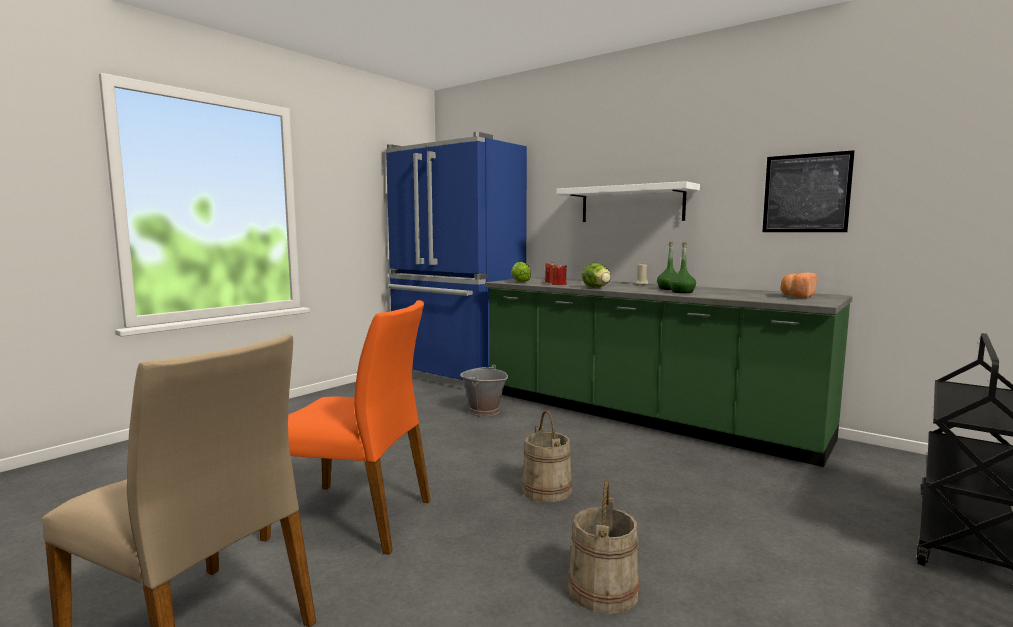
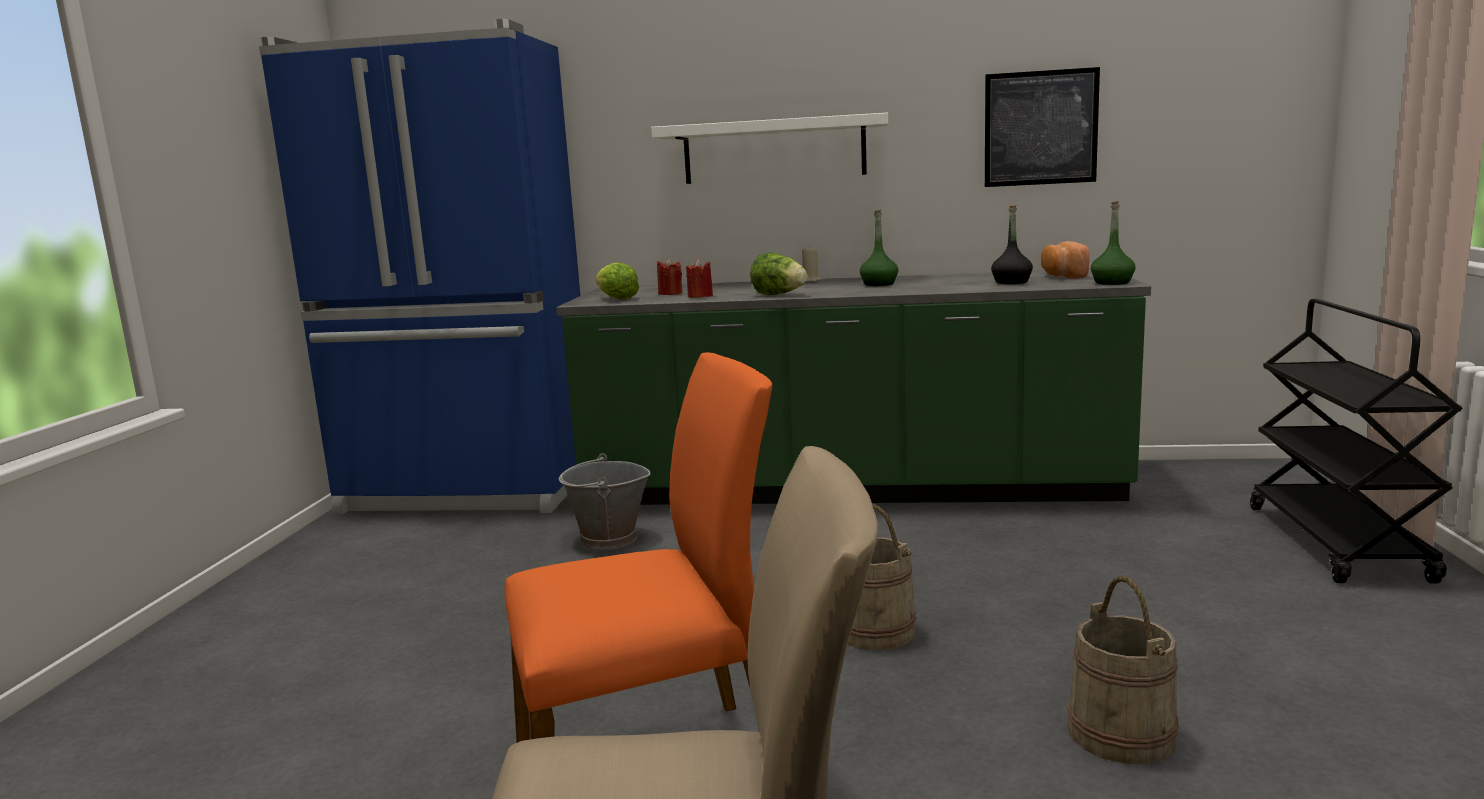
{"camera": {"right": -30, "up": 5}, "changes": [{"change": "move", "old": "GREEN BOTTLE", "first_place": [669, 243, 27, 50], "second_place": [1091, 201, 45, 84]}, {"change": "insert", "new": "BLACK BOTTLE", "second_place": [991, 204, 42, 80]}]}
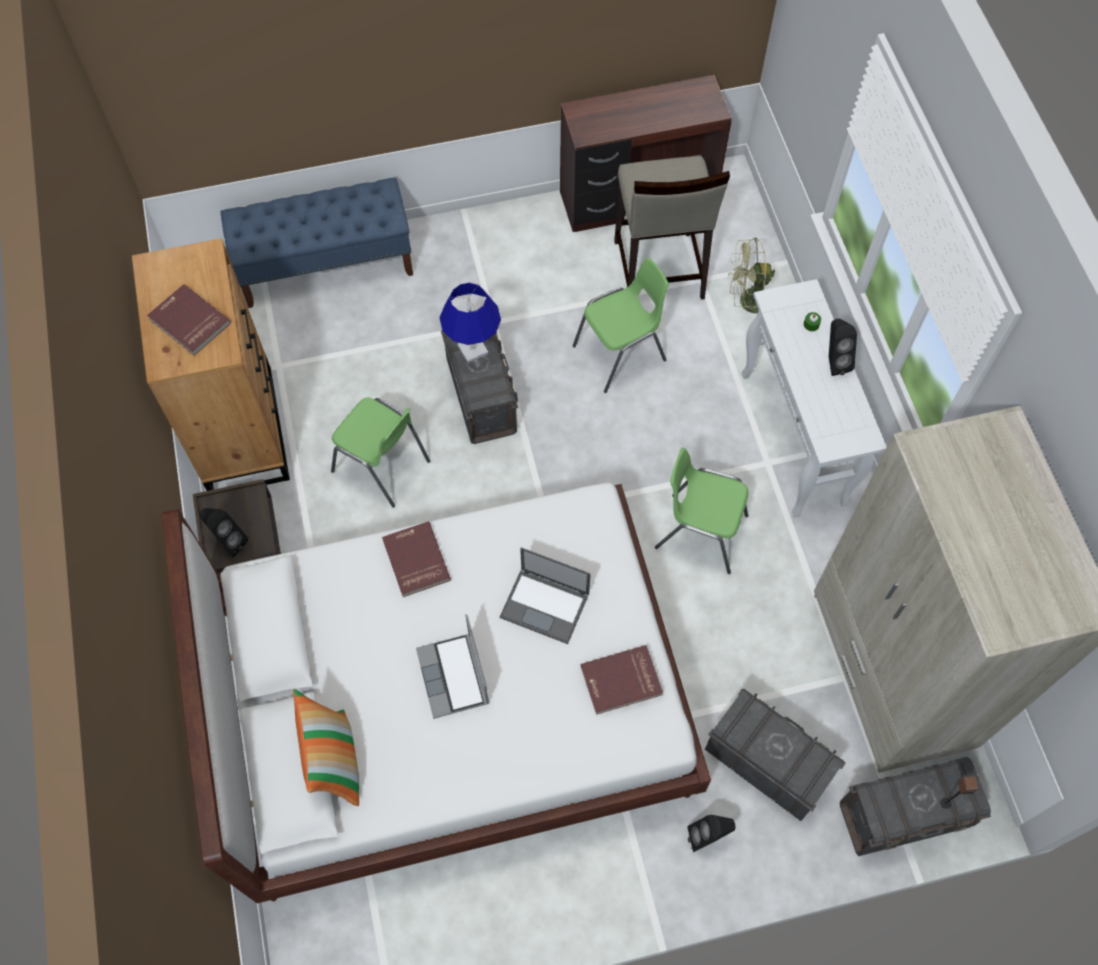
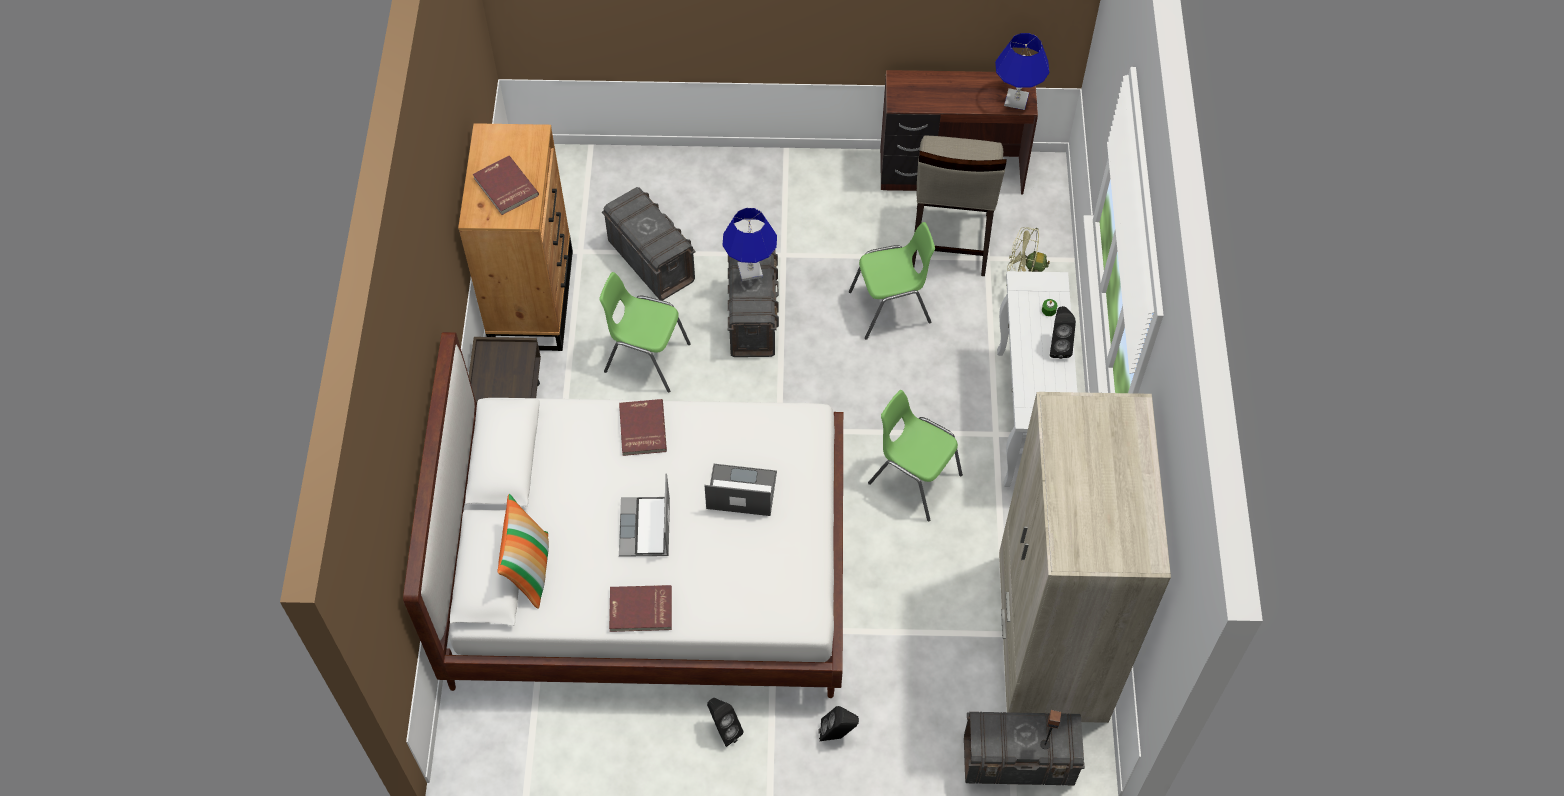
{"camera": {"right": 15, "up": -5}, "changes": [{"change": "delete", "old": "BLUE BENCH", "first_place": [221, 177, 192, 131]}, {"change": "rotate", "old": "GREEN CHAIR", "first_place": [331, 397, 99, 111], "second_place": [599, 272, 92, 120], "degrees": 150}, {"change": "move", "old": "BLACK SPEAKER", "first_place": [199, 508, 49, 49], "second_place": [707, 698, 37, 49]}, {"change": "rotate", "old": "LAPTOP", "first_place": [500, 547, 91, 97], "second_place": [704, 464, 73, 52], "degrees": 150}, {"change": "move", "old": "RED BOOK", "first_place": [581, 645, 82, 70], "second_place": [609, 585, 63, 47]}, {"change": "move", "old": "GREY STORAGE BOX", "first_place": [705, 688, 141, 133], "second_place": [602, 187, 94, 113]}, {"change": "insert", "new": "BLUE TABLE LAMP", "second_place": [995, 33, 54, 77]}]}
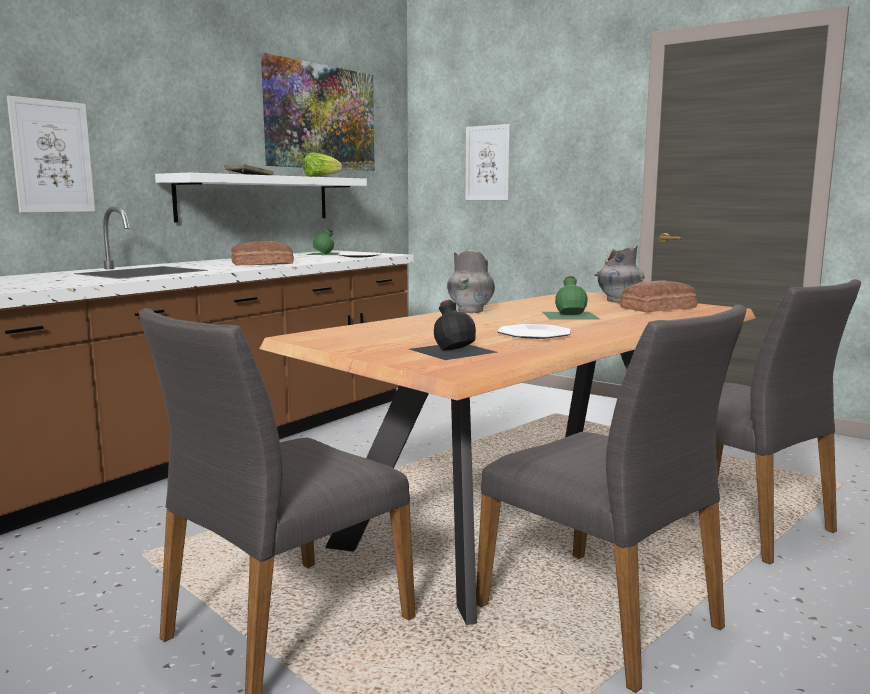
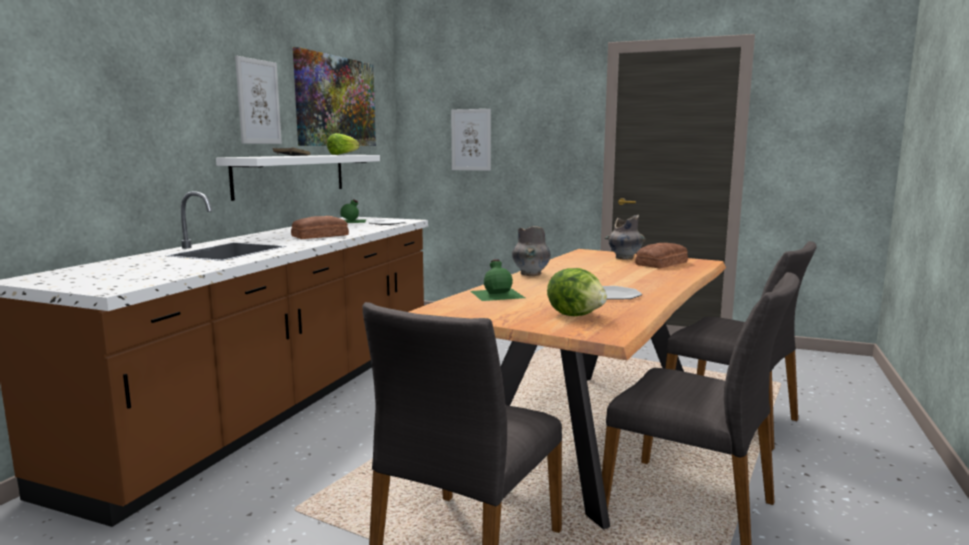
{"camera": {"right": -15, "up": 0}, "changes": [{"change": "move", "old": "PICTURE", "first_place": [7, 96, 88, 117], "second_place": [235, 56, 47, 88]}, {"change": "move", "old": "GREEN BOTTLE", "first_place": [542, 276, 58, 44], "second_place": [471, 259, 54, 42]}, {"change": "replace", "old": "BLACK BOTTLE", "new": "LETTUCE", "first_place": [409, 300, 88, 60], "second_place": [547, 268, 60, 48]}]}
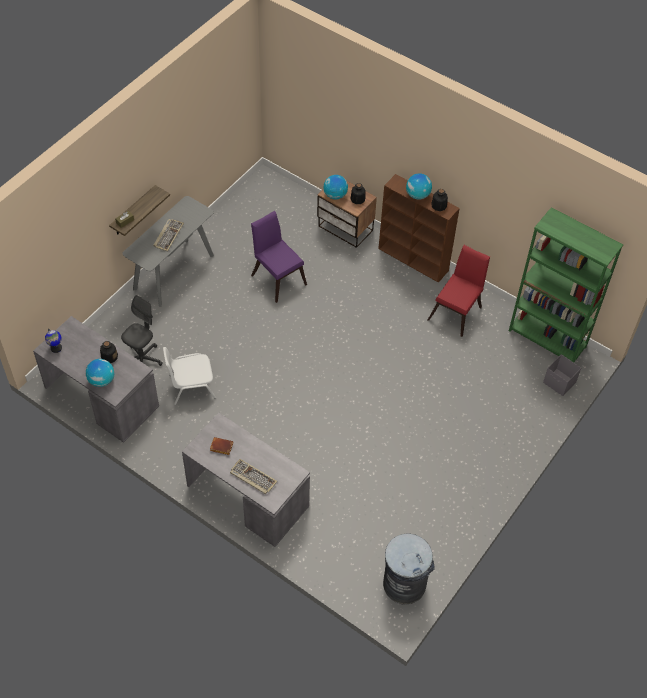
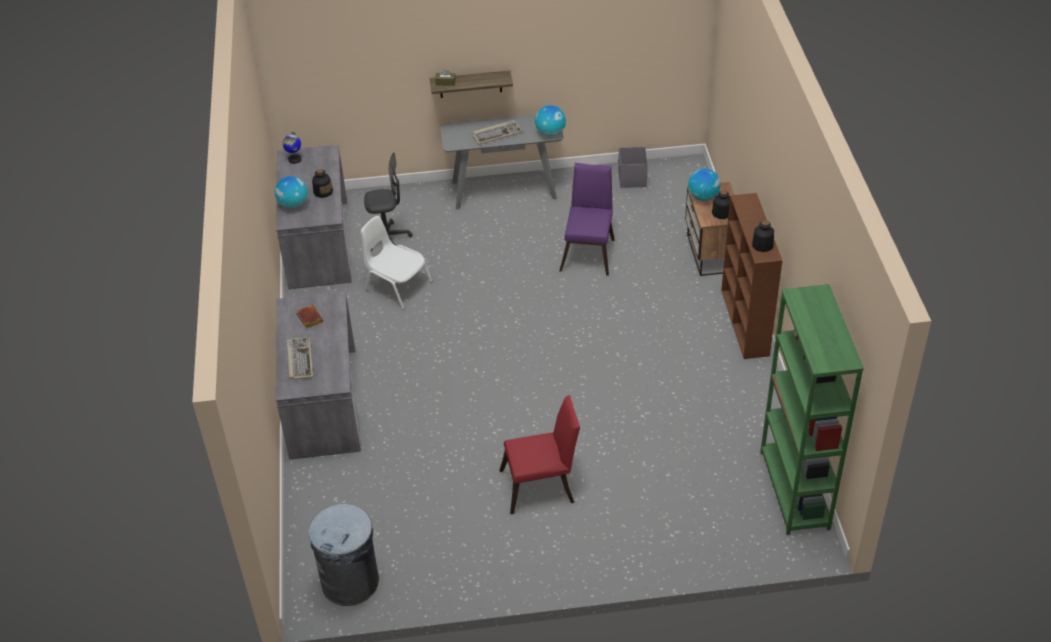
{"camera": {"right": 50, "up": -10}, "changes": [{"change": "move", "old": "GLOBE", "first_place": [406, 173, 26, 26], "second_place": [535, 105, 31, 32]}, {"change": "move", "old": "RED CHAIR", "first_place": [428, 245, 62, 92], "second_place": [499, 395, 81, 119]}, {"change": "move", "old": "GREY STORAGE BOX", "first_place": [543, 354, 38, 42], "second_place": [618, 147, 30, 41]}]}
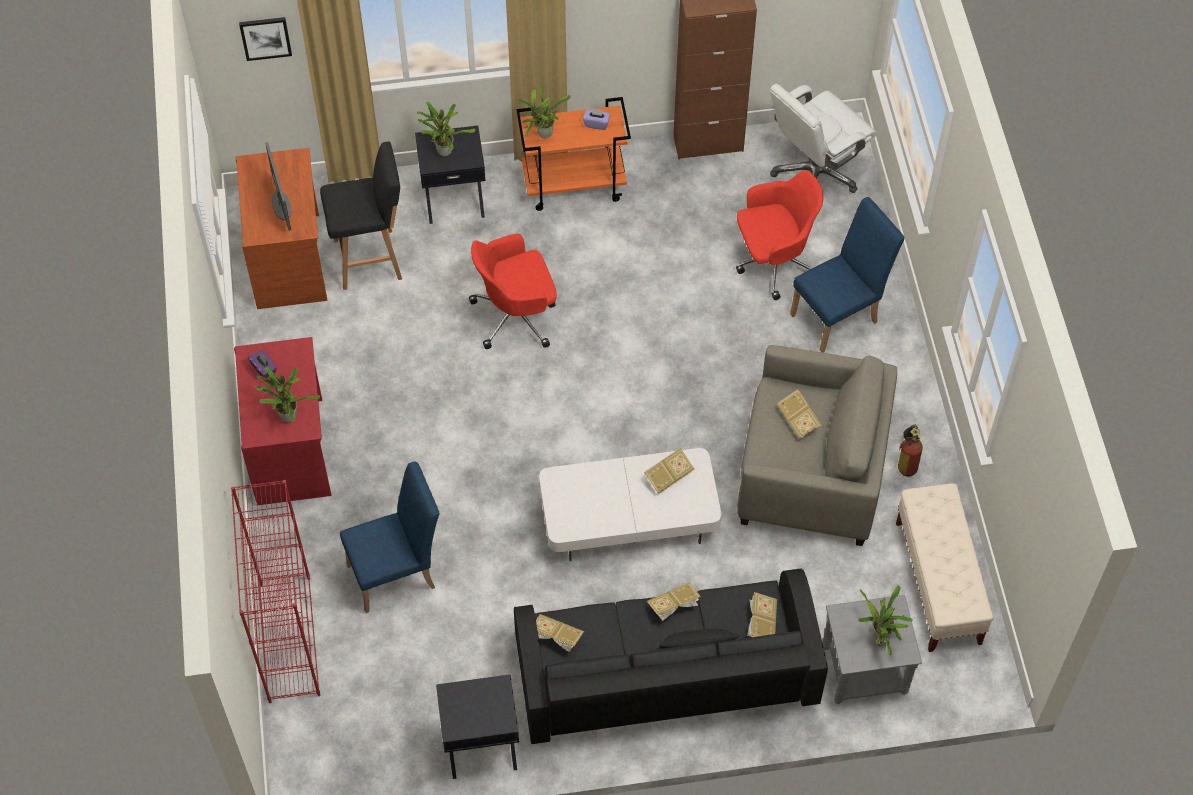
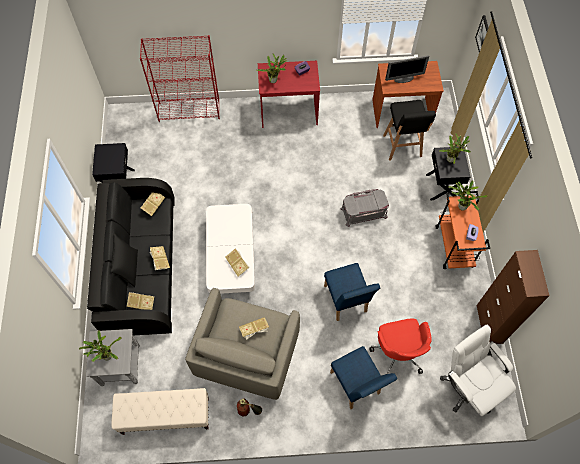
{"camera": {"right": 95, "up": 5}, "changes": [{"change": "replace", "old": "RED OFFICE CHAIR", "new": "GREY STORAGE BOX", "first_place": [469, 234, 88, 115], "second_place": [341, 189, 48, 38]}, {"change": "move", "old": "BLUE CHAIR", "first_place": [340, 462, 99, 151], "second_place": [324, 263, 56, 58]}]}
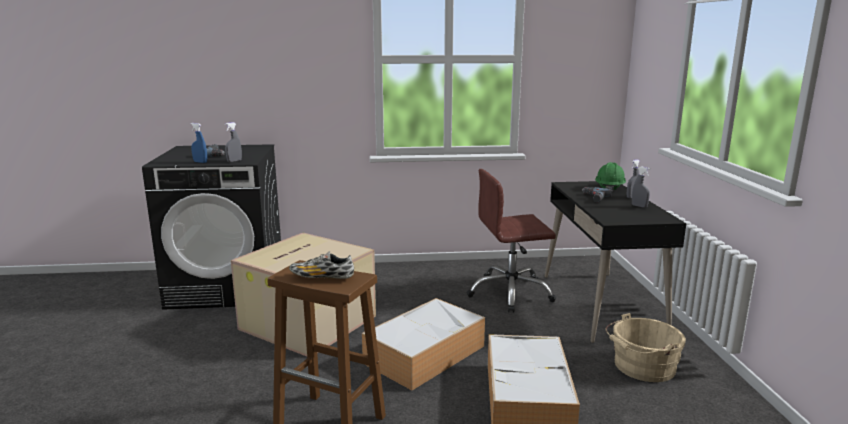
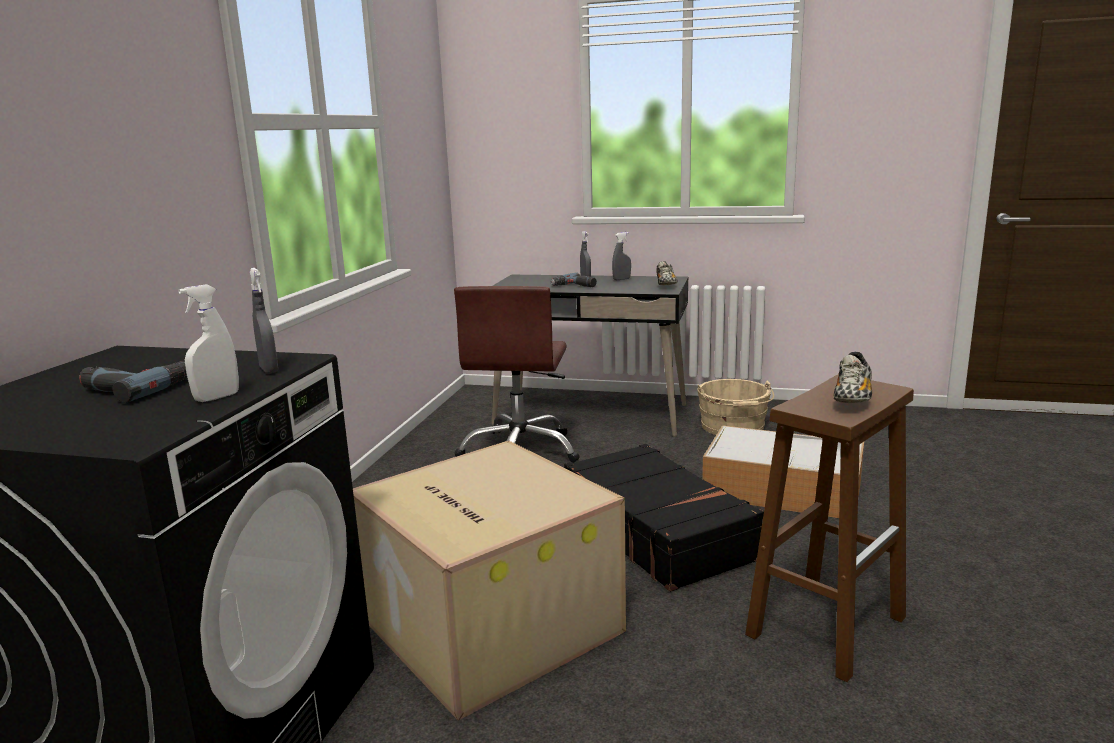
{"camera": {"right": -70, "up": 0}, "changes": [{"change": "recolor", "old": "BLUE SPRAY BOTTLE", "new": "WHITE SPRAY BOTTLE", "first_place": [190, 123, 17, 40], "second_place": [178, 284, 61, 118]}, {"change": "delete", "old": "GREEN HARD HAT", "first_place": [595, 162, 31, 29]}, {"change": "replace", "old": "STORAGE BOX", "new": "BLACK SUITCASE", "first_place": [362, 298, 123, 92], "second_place": [564, 444, 200, 148]}, {"change": "insert", "new": "SHOE", "second_place": [656, 261, 21, 24]}]}
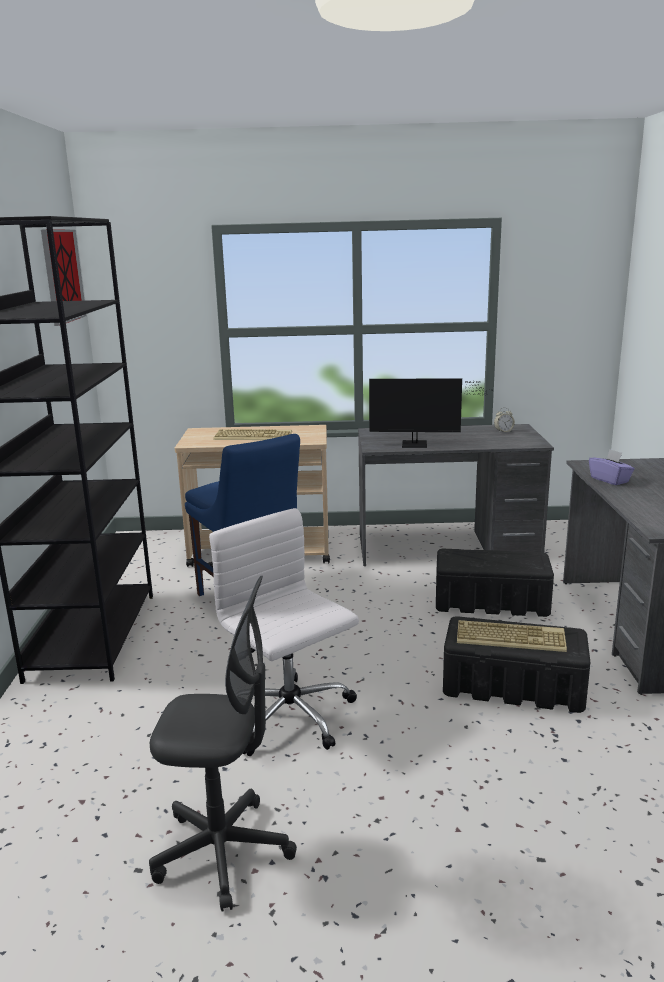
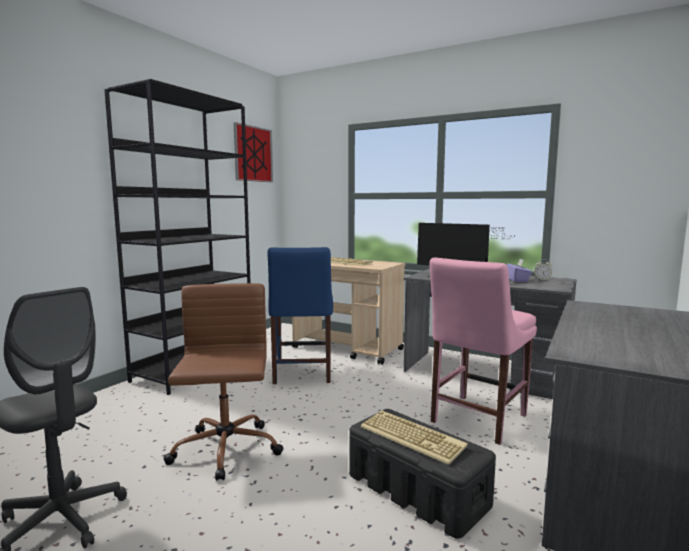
{"camera": {"right": 30, "up": -10}, "changes": [{"change": "move", "old": "PURPLE TISSUE BOX", "first_place": [589, 449, 46, 36], "second_place": [506, 259, 26, 23]}, {"change": "recolor", "old": "WHITE OFFICE CHAIR", "new": "BROWN OFFICE CHAIR", "first_place": [209, 508, 150, 248], "second_place": [163, 283, 120, 198]}, {"change": "replace", "old": "BLACK STORAGE BOX", "new": "PINK CHAIR", "first_place": [436, 549, 118, 68], "second_place": [430, 257, 107, 188]}]}
